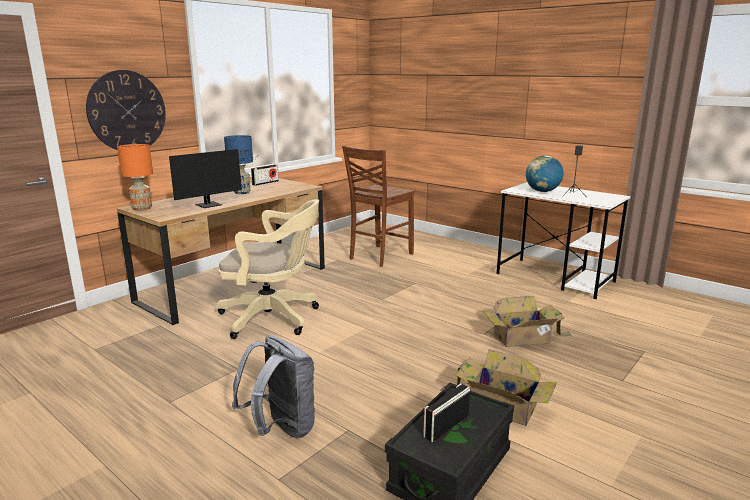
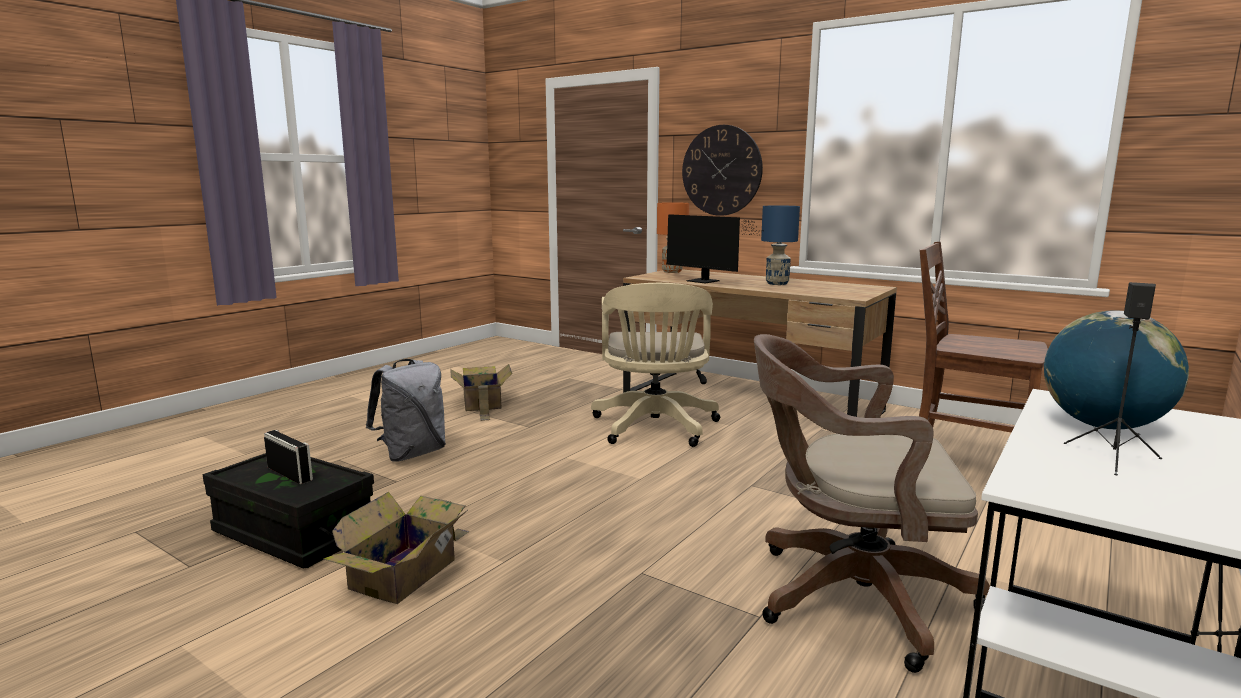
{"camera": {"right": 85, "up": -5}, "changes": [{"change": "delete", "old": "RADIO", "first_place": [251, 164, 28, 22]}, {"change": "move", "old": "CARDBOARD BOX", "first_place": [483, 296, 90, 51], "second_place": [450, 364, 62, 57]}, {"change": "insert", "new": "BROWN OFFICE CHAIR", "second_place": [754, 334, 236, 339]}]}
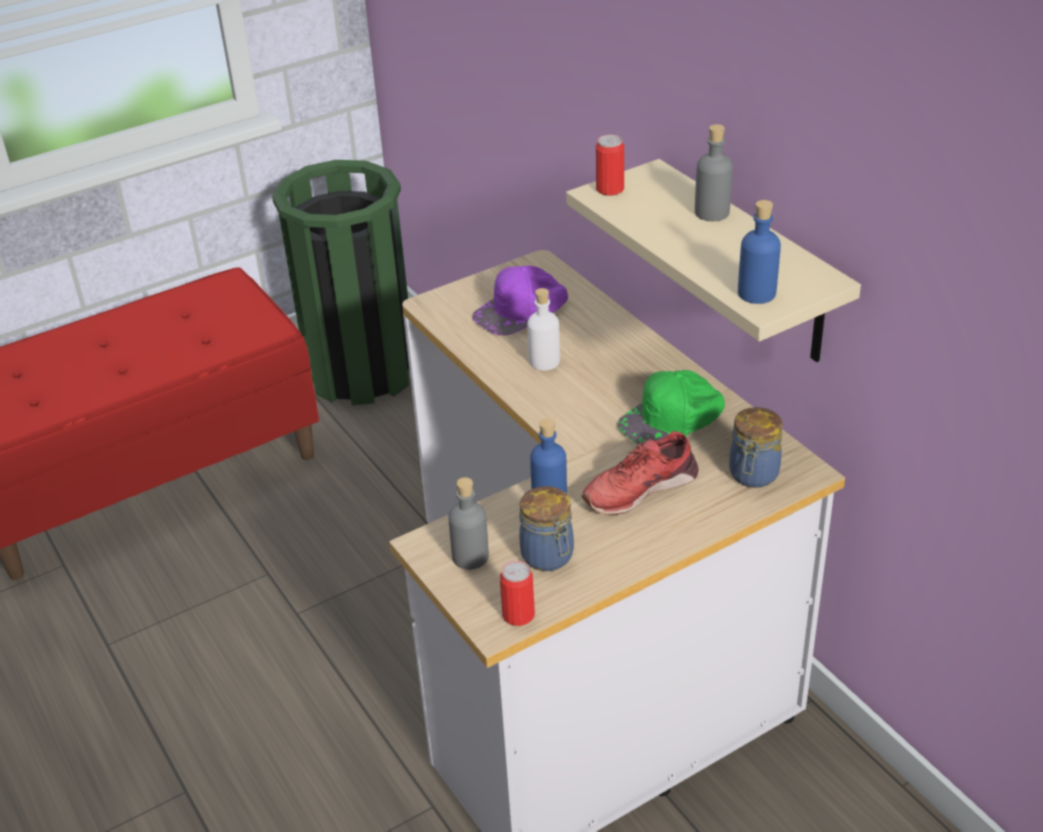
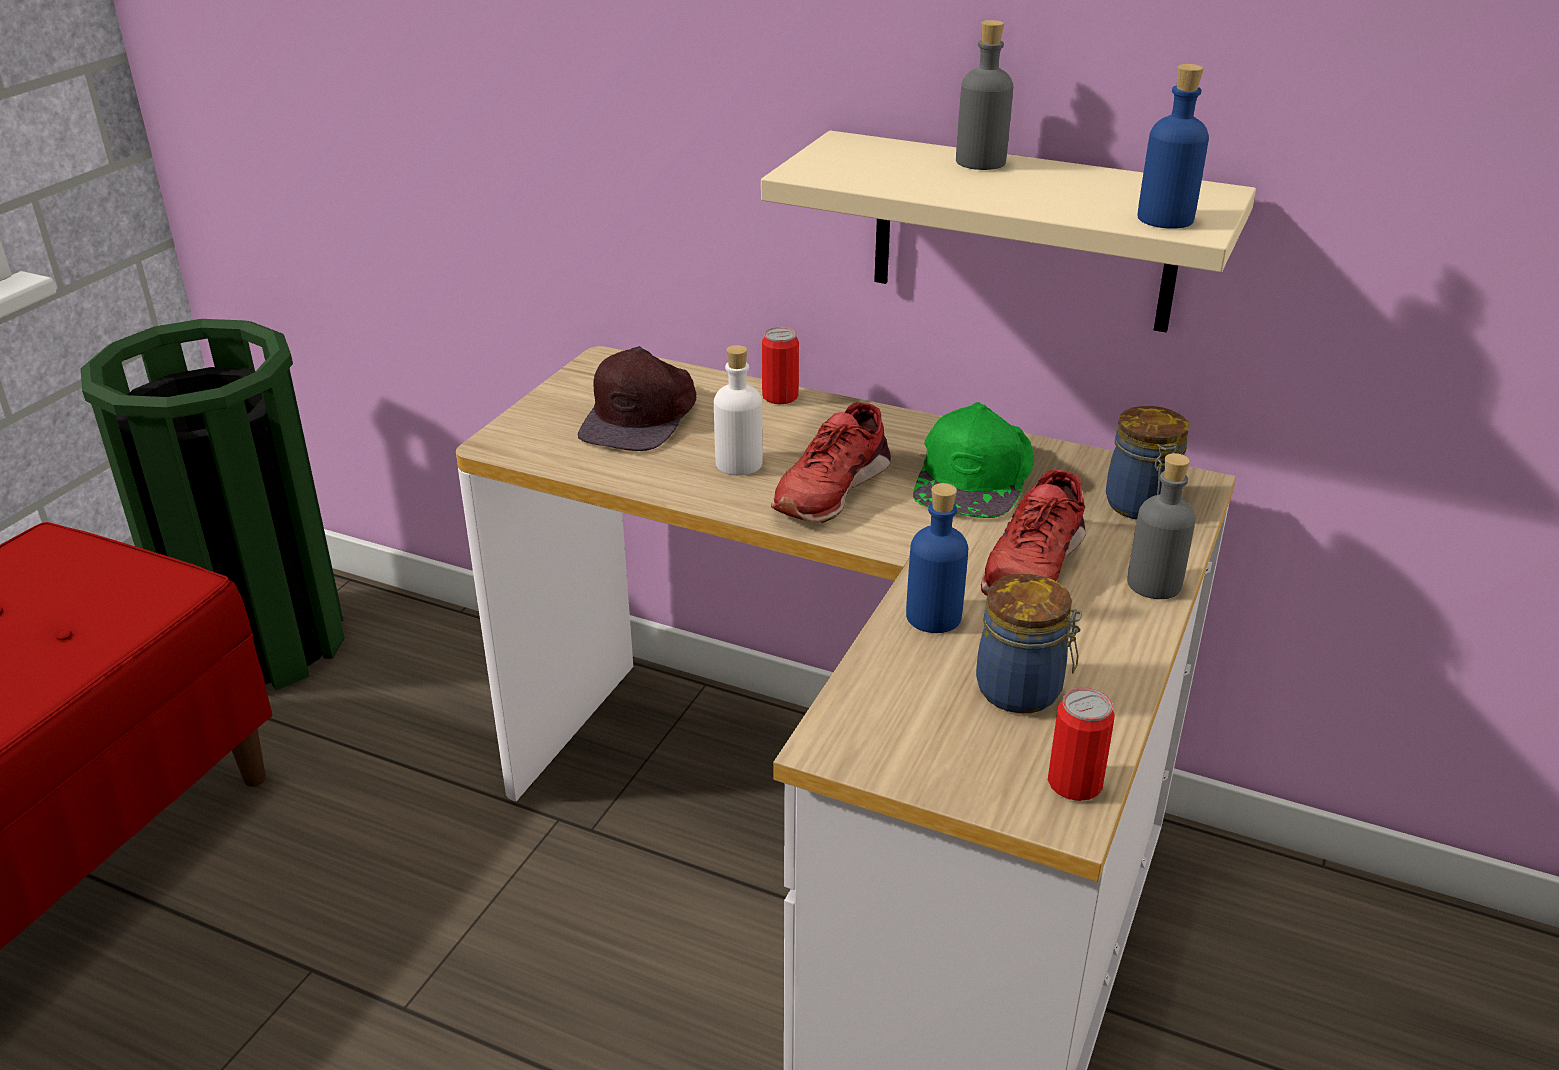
{"camera": {"right": -35, "up": -5}, "changes": [{"change": "move", "old": "CAN", "first_place": [596, 135, 28, 61], "second_place": [762, 327, 37, 77]}, {"change": "recolor", "old": "PURPLE CAP", "new": "BROWN CAP", "first_place": [472, 265, 96, 70], "second_place": [578, 346, 118, 105]}, {"change": "move", "old": "GREY BOTTLE", "first_place": [448, 477, 41, 93], "second_place": [1127, 453, 69, 146]}, {"change": "insert", "new": "RED SHOE", "second_place": [771, 402, 120, 121]}]}
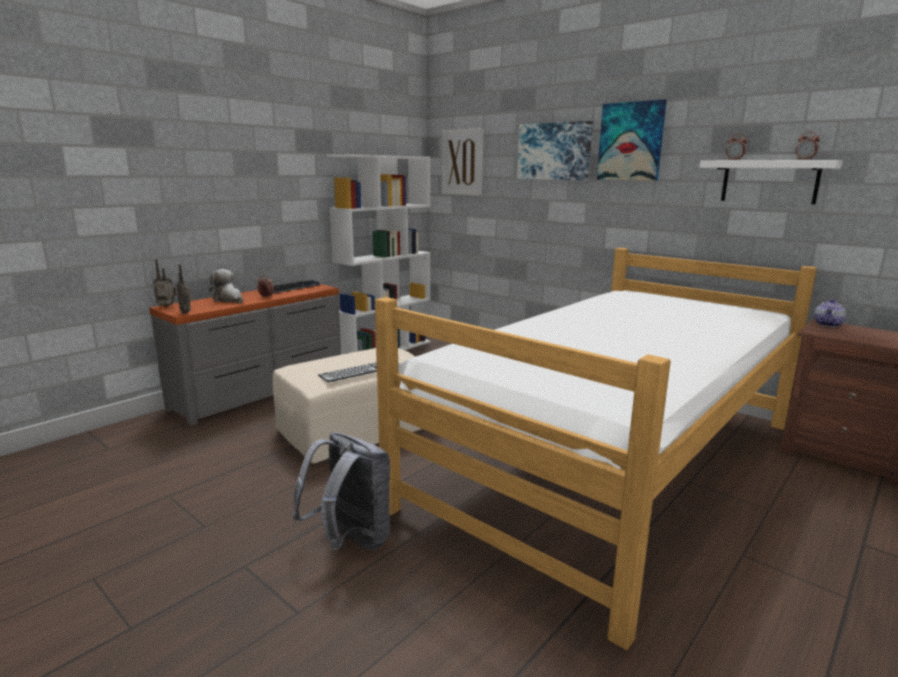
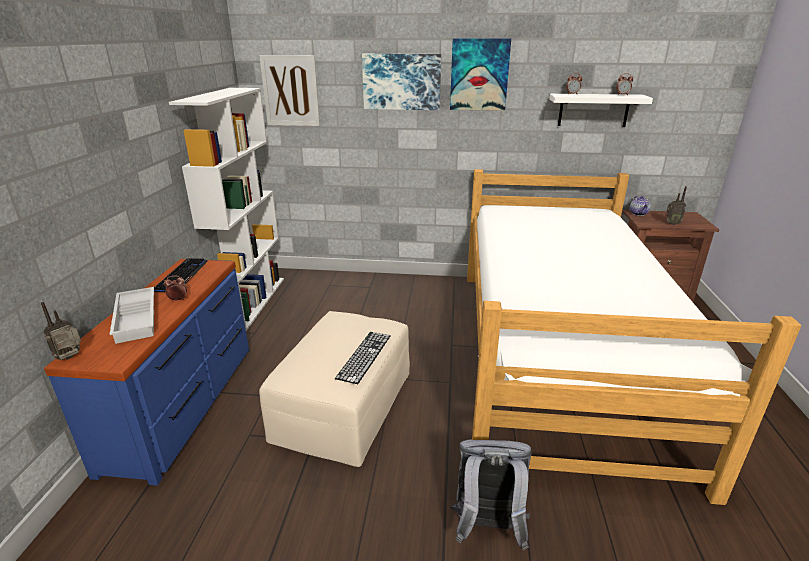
{"camera": {"right": -35, "up": 10}, "changes": [{"change": "move", "old": "RADIO", "first_place": [176, 264, 17, 50], "second_place": [666, 186, 21, 39]}, {"change": "replace", "old": "PLUSH TOY", "new": "WHITE TRAY", "first_place": [209, 269, 34, 34], "second_place": [110, 287, 44, 57]}, {"change": "recolor", "old": "GREY DRESSER", "new": "BLUE DRESSER", "first_place": [149, 284, 192, 142], "second_place": [44, 259, 205, 227]}]}
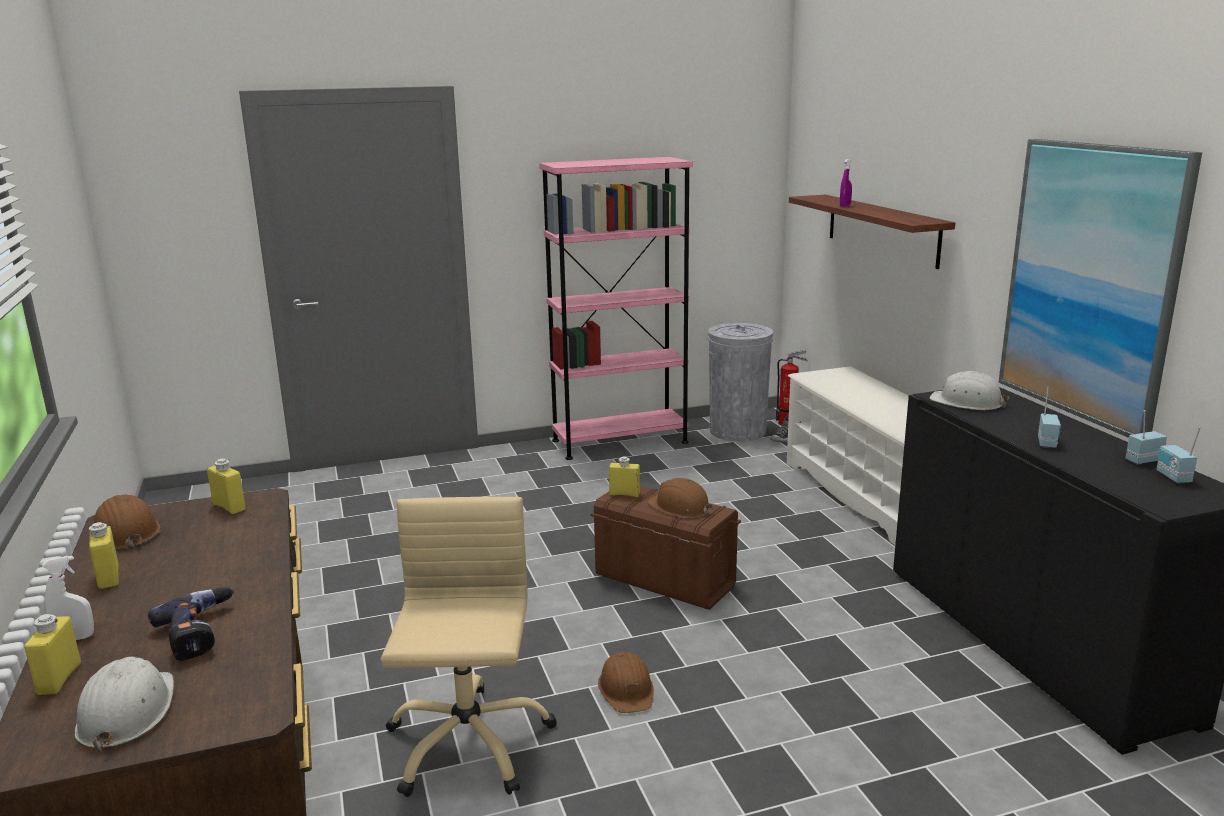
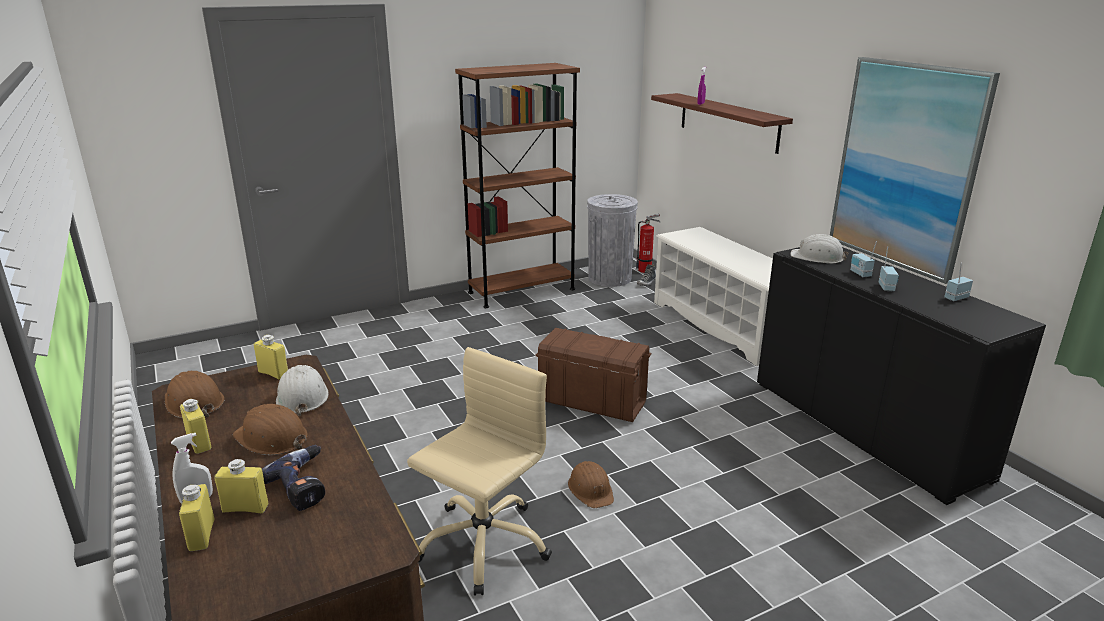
{"camera": {"right": -10, "up": 5}, "changes": [{"change": "recolor", "old": "PINK BOOKCASE", "new": "BROWN BOOKCASE", "first_place": [539, 157, 154, 303], "second_place": [455, 63, 125, 245]}, {"change": "move", "old": "RADIO", "first_place": [1156, 427, 45, 56], "second_place": [850, 241, 27, 36]}, {"change": "move", "old": "YELLOW BOTTLE", "first_place": [609, 456, 31, 41], "second_place": [214, 459, 54, 54]}, {"change": "move", "old": "BROWN HARD HAT", "first_place": [647, 478, 66, 40], "second_place": [233, 404, 75, 51]}, {"change": "rotate", "old": "BEIGE OFFICE CHAIR", "first_place": [381, 497, 176, 300], "second_place": [407, 347, 145, 248], "degrees": 45}, {"change": "move", "old": "WHITE HARD HAT", "first_place": [75, 656, 99, 97], "second_place": [276, 365, 53, 51]}]}
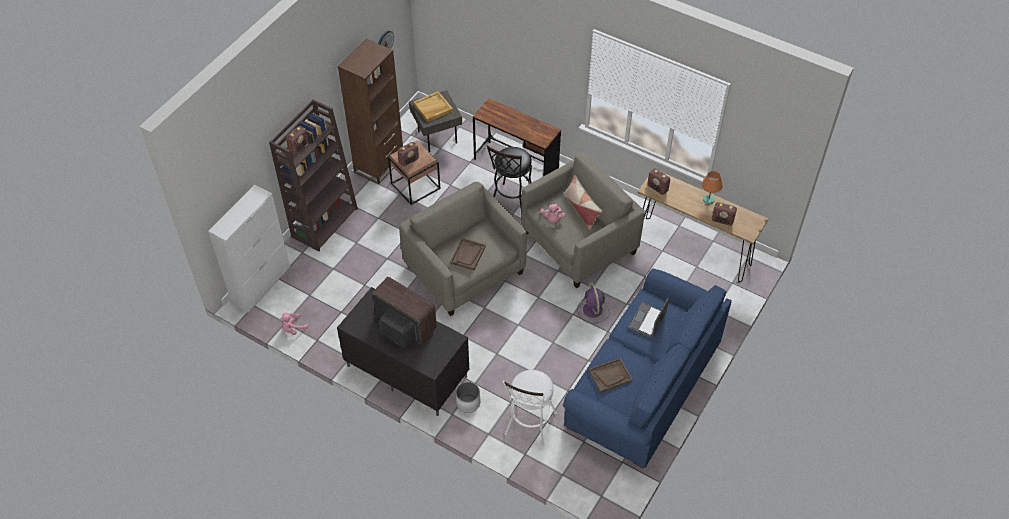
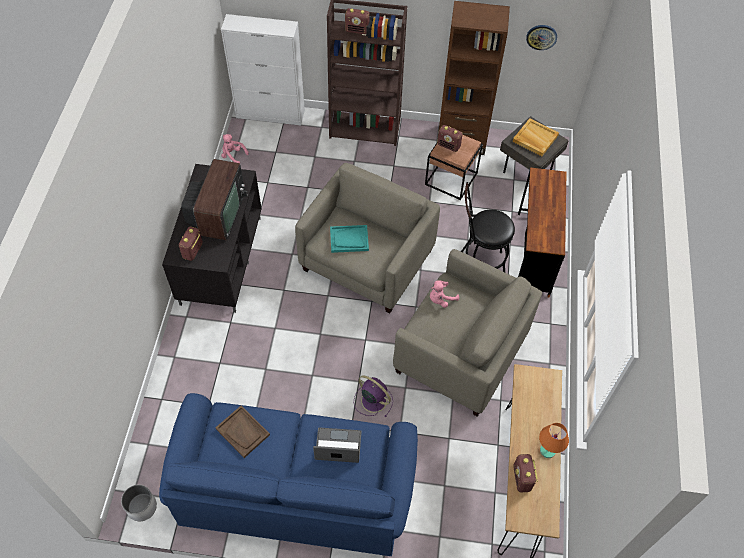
{"camera": {"right": 65, "up": 5}, "changes": [{"change": "move", "old": "RADIO", "first_place": [648, 168, 22, 27], "second_place": [179, 227, 24, 34]}, {"change": "delete", "old": "PILLOW", "first_place": [564, 175, 38, 55]}, {"change": "recolor", "old": "BROWN TRAY", "new": "TURQUOISE TRAY", "first_place": [450, 238, 36, 32], "second_place": [330, 225, 39, 28]}, {"change": "rotate", "old": "PURPLE FAN", "first_place": [578, 283, 31, 40], "second_place": [354, 375, 39, 42], "degrees": 75}, {"change": "delete", "old": "WHITE STOOL", "first_place": [503, 370, 54, 77]}, {"change": "move", "old": "WHITE PLANTER", "first_place": [456, 382, 24, 31], "second_place": [121, 484, 36, 37]}]}
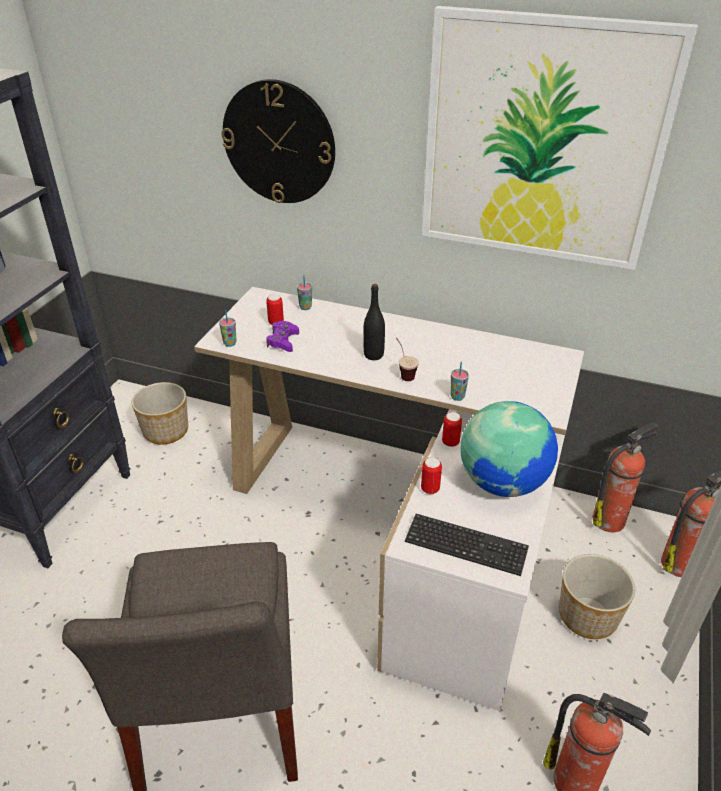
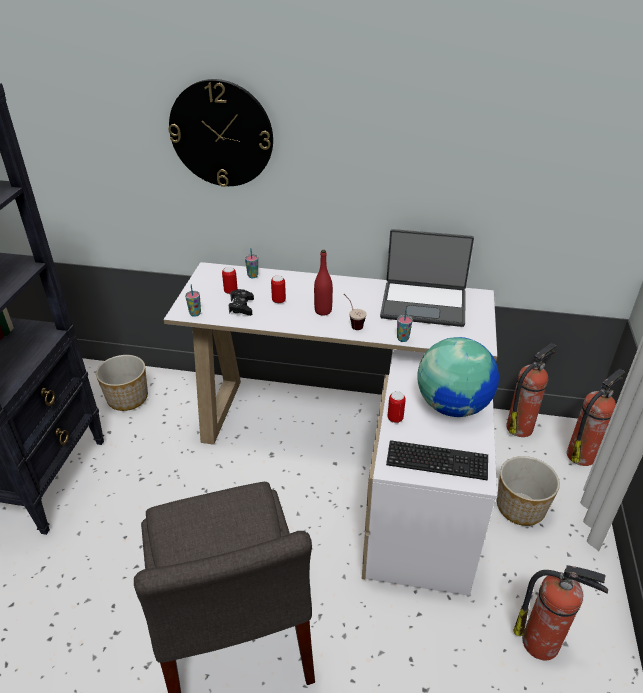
{"camera": {"right": -10, "up": 0}, "changes": [{"change": "delete", "old": "PICTURE", "first_place": [422, 6, 276, 264]}, {"change": "recolor", "old": "BLACK BOTTLE", "new": "RED BOTTLE", "first_place": [363, 284, 22, 76], "second_place": [314, 250, 19, 66]}, {"change": "recolor", "old": "PURPLE GAME CONTROLLER", "new": "BLACK GAME CONTROLLER", "first_place": [266, 321, 33, 31], "second_place": [229, 289, 25, 27]}, {"change": "move", "old": "CAN", "first_place": [442, 412, 20, 35], "second_place": [271, 275, 15, 28]}, {"change": "insert", "new": "LAPTOP", "second_place": [380, 229, 94, 98]}]}
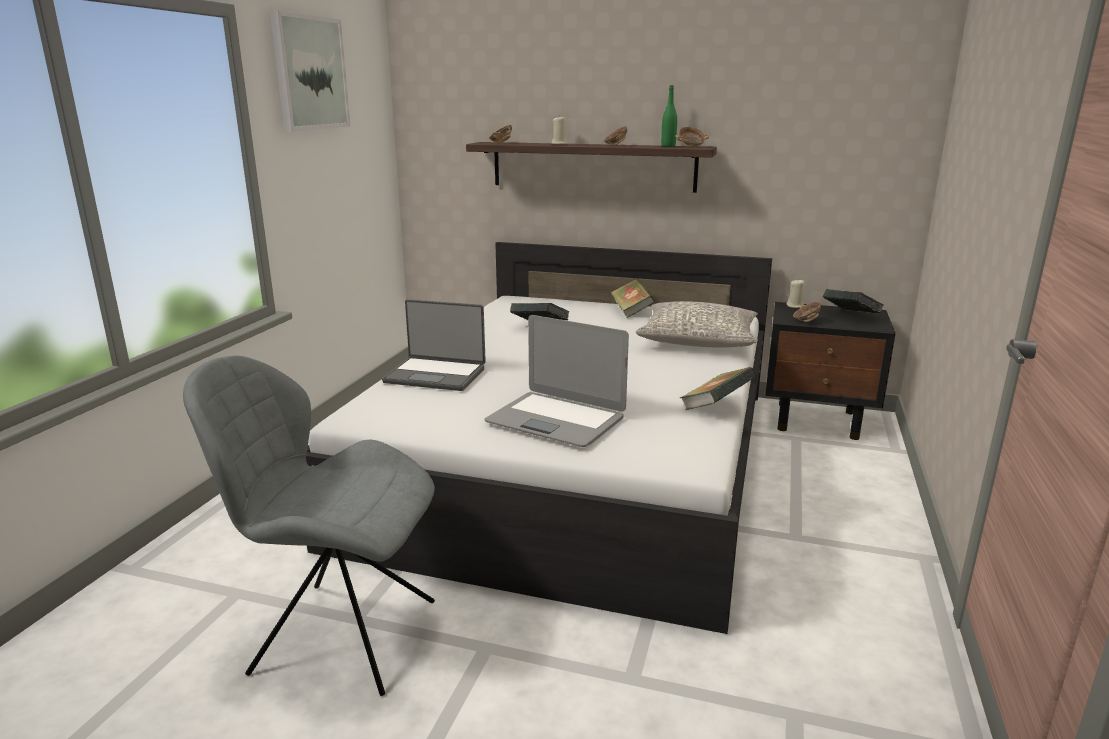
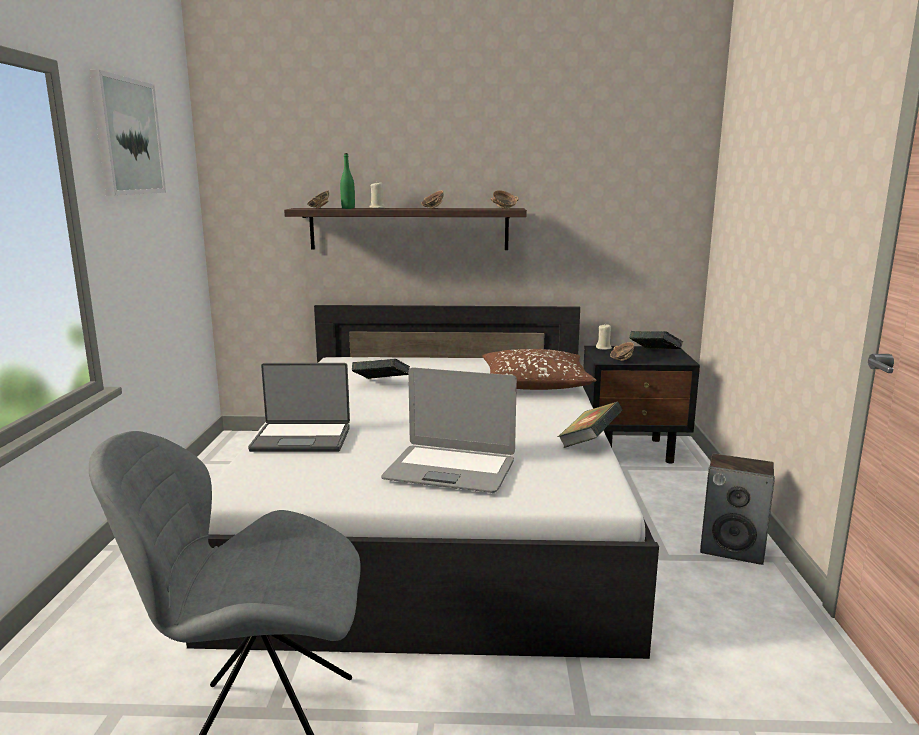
{"camera": {"right": -15, "up": -5}, "changes": [{"change": "move", "old": "GREEN BOTTLE", "first_place": [661, 85, 16, 62], "second_place": [340, 153, 15, 56]}, {"change": "delete", "old": "BOOK", "first_place": [611, 278, 44, 40]}, {"change": "recolor", "old": "GREY PILLOW", "new": "BROWN PILLOW", "first_place": [636, 301, 122, 47], "second_place": [482, 349, 114, 41]}, {"change": "insert", "new": "SPEAKER", "second_place": [700, 453, 75, 112]}]}
